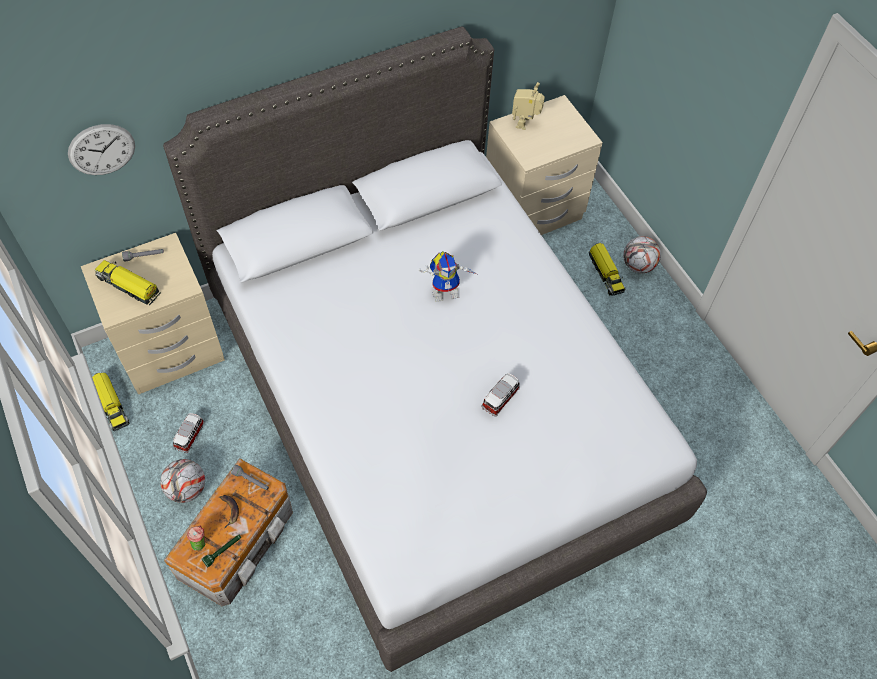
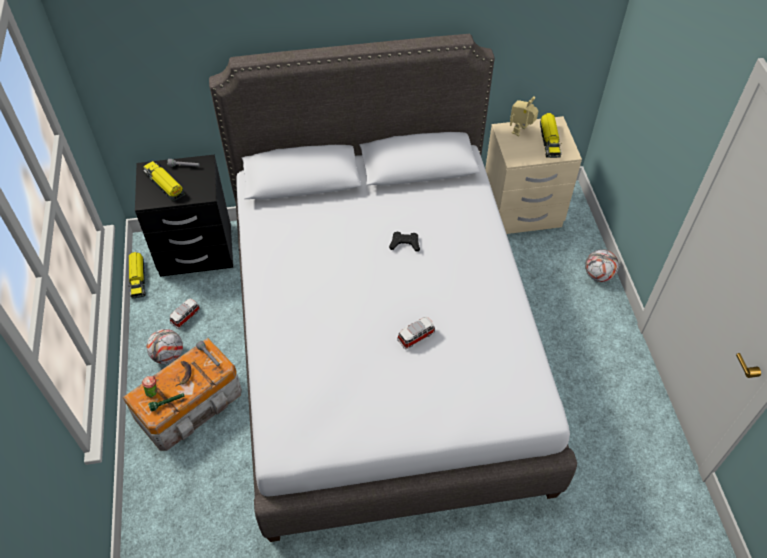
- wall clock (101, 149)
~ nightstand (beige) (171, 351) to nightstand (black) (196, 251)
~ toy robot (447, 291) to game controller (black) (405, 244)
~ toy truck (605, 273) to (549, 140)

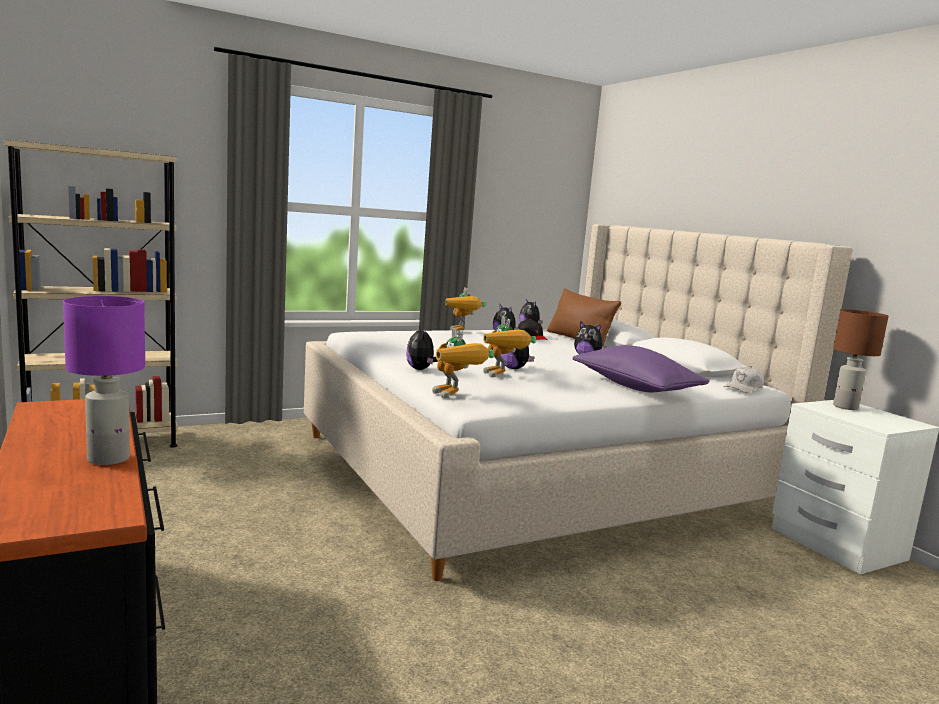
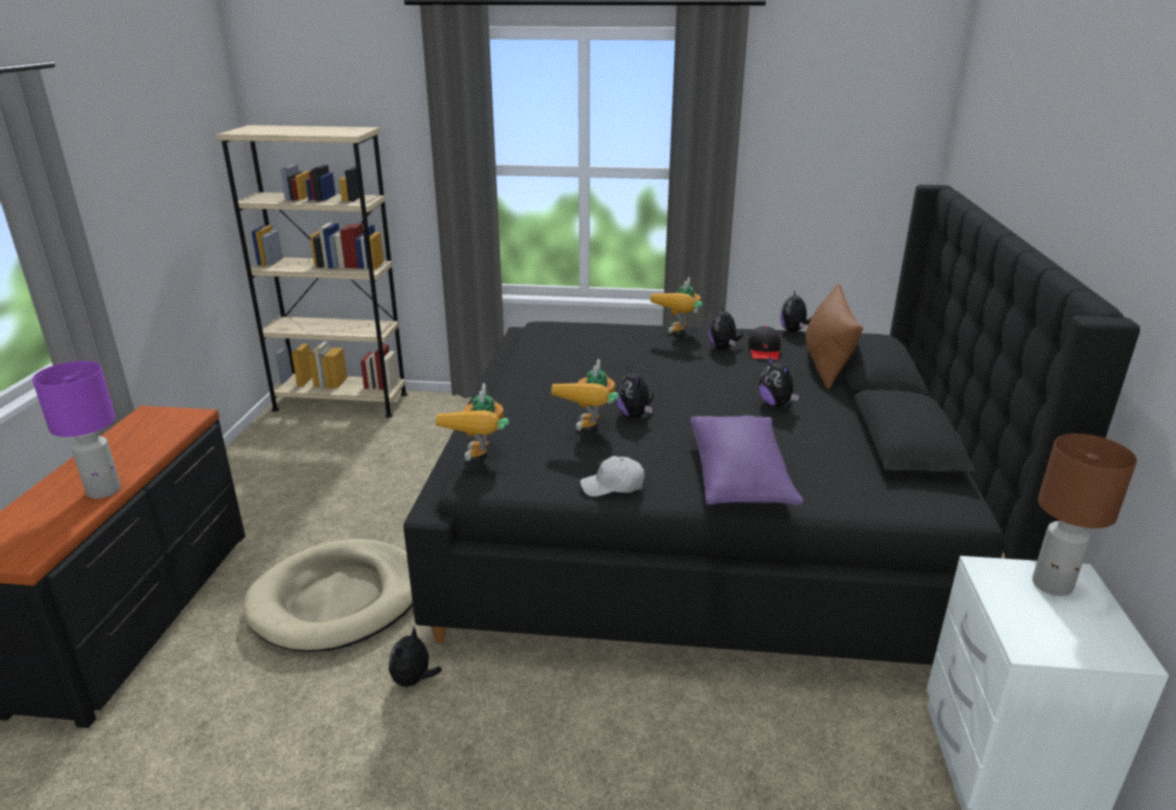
~ bed (beige) (537, 471) to bed (black) (707, 527)
~ plush toy (421, 369) to (413, 681)
~ cap (white) (743, 388) to (613, 486)
+ dog bed (beige) (338, 600)

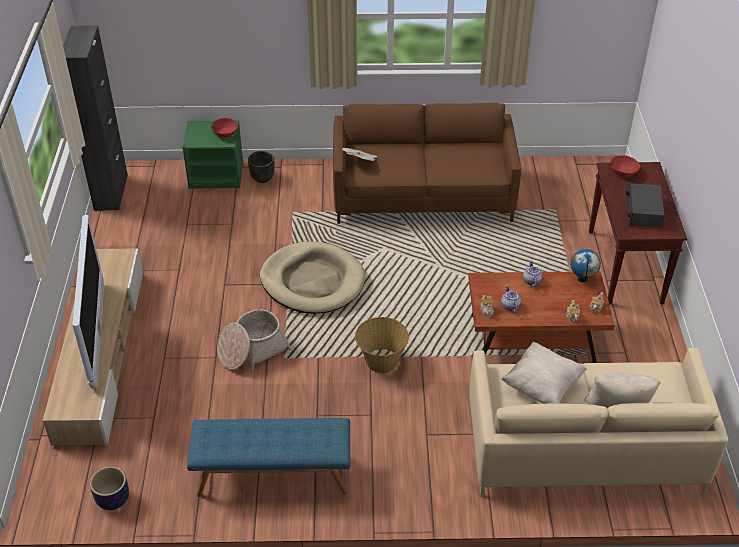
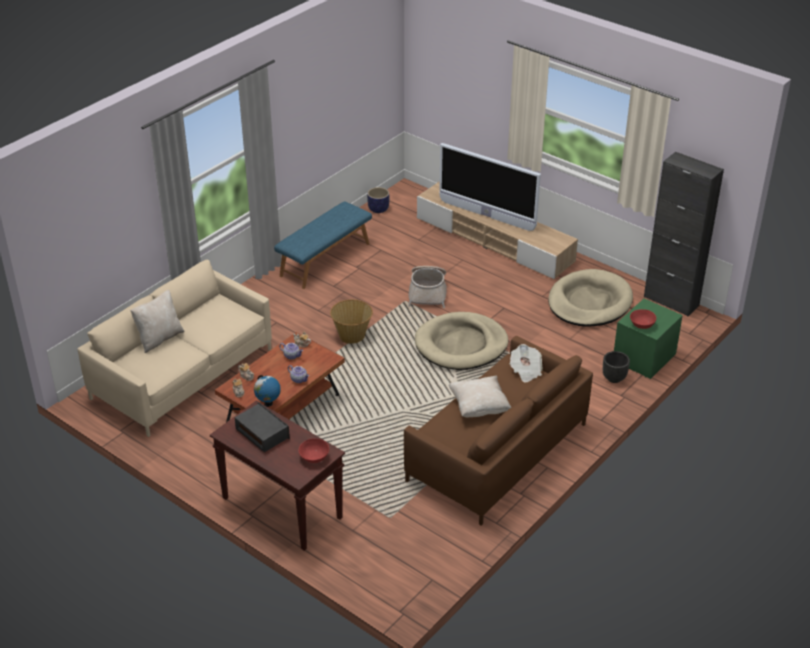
~ pillow (beige) (542, 386) to (479, 407)
+ dog bed (beige) (589, 302)

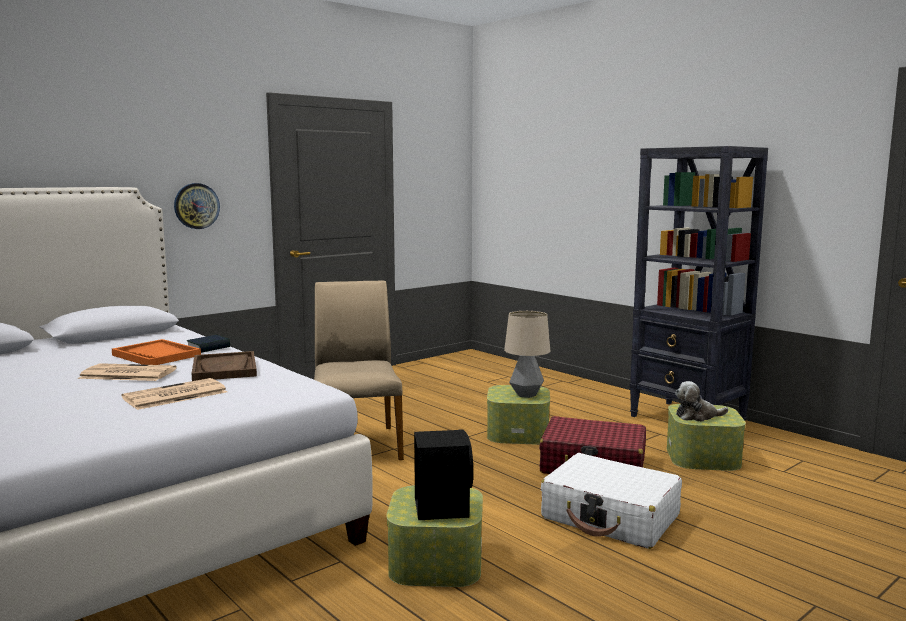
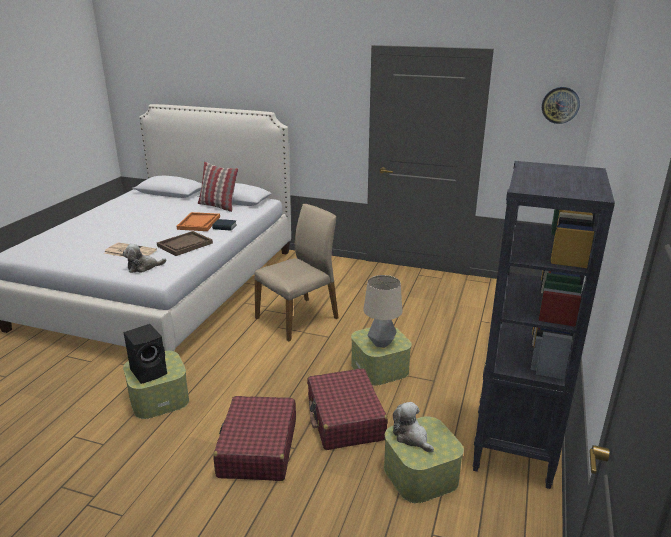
- newspaper (126, 374)
~ wall clock (196, 206) to (560, 105)
~ suitcase (white) (611, 517) to suitcase (red) (257, 448)
+ plush toy (143, 267)
+ pillow (218, 206)

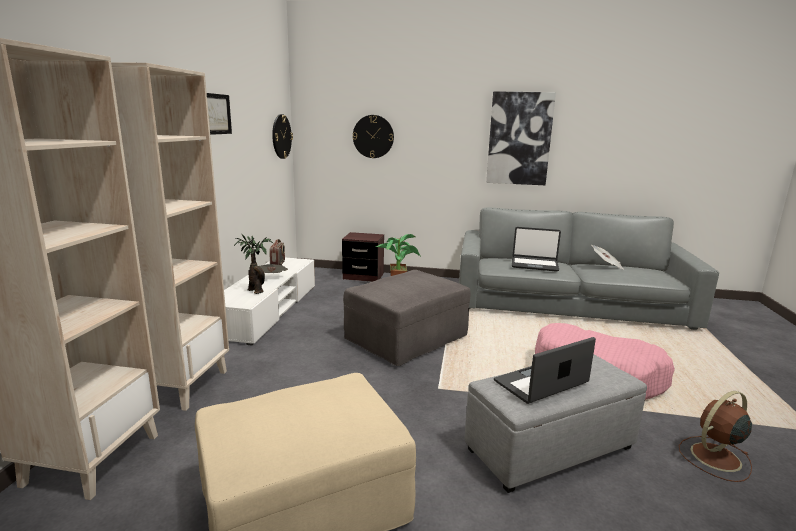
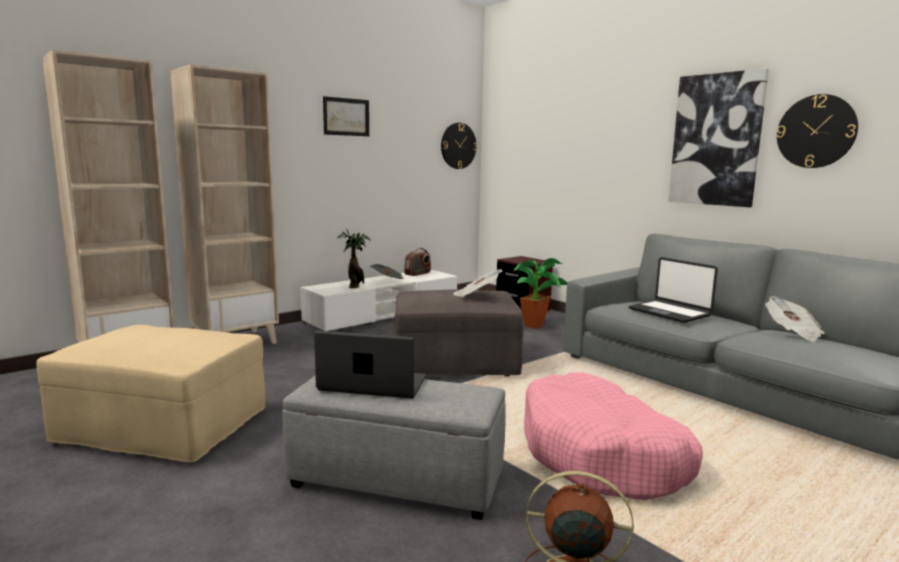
~ wall clock (373, 136) to (816, 131)
+ newspaper (476, 296)

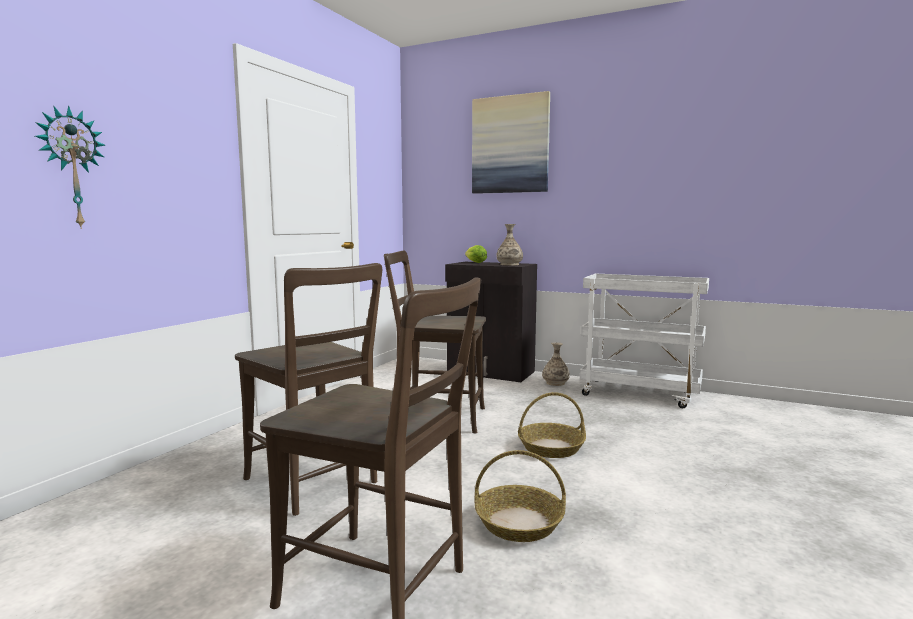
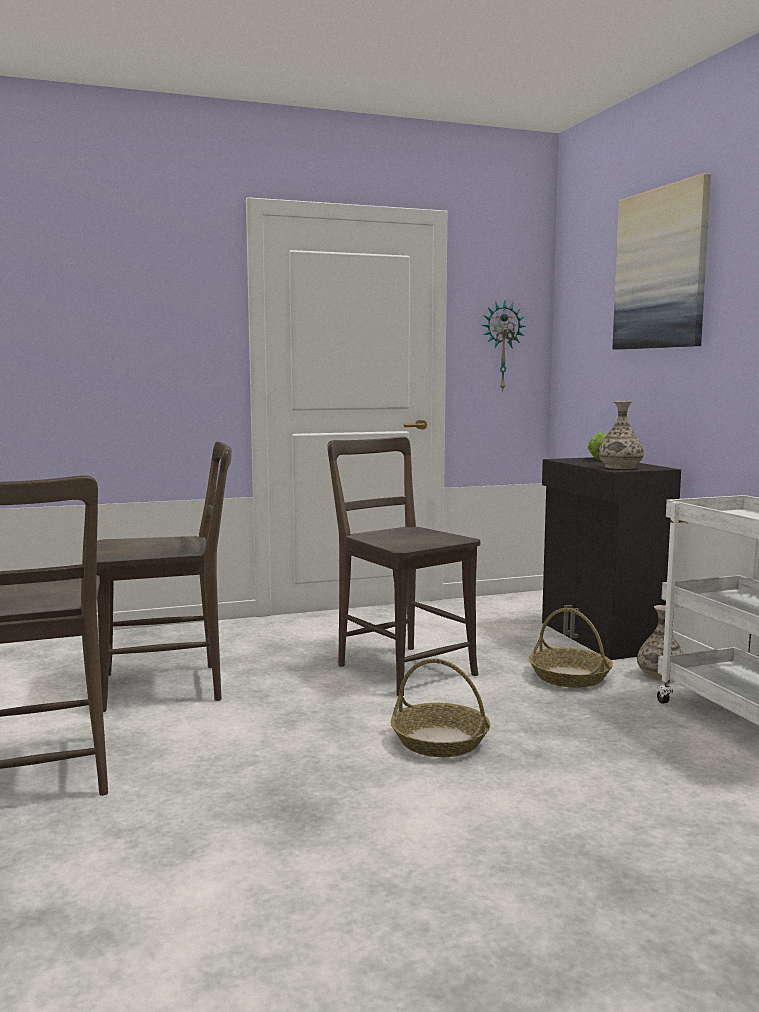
~ wall clock (71, 168) to (501, 346)
~ chair (brown) (314, 483) = (170, 687) 105 degrees counterclockwise
~ basket (519, 523) to (570, 677)

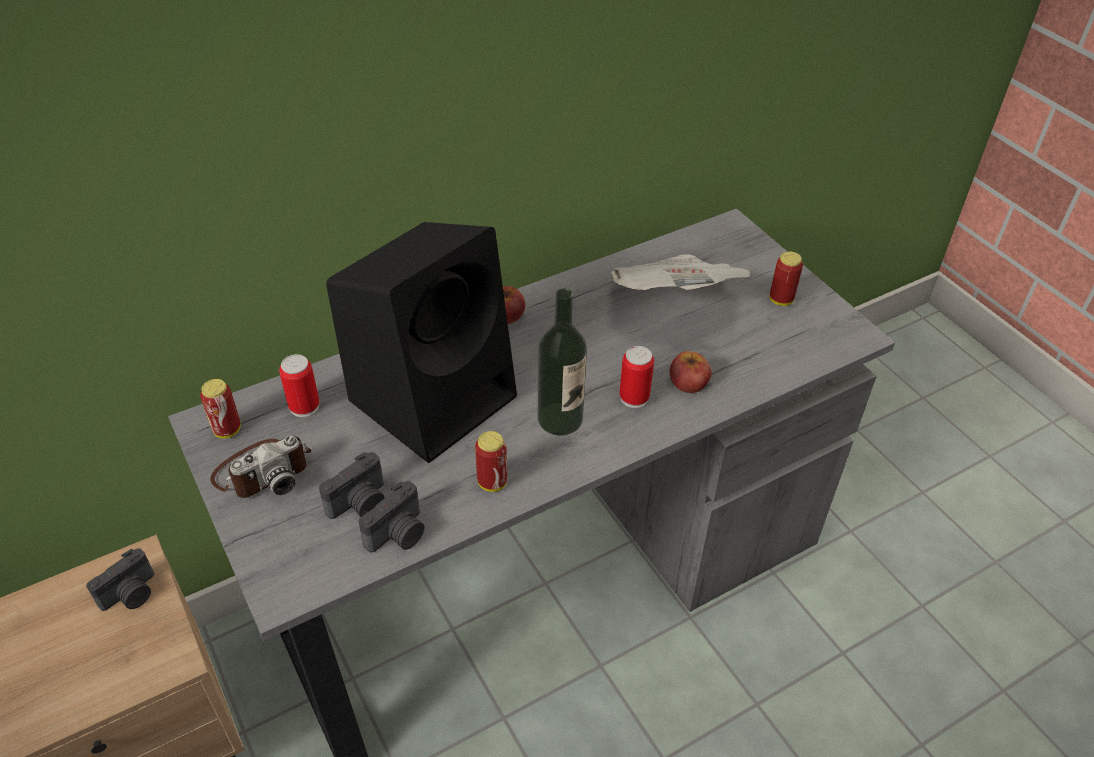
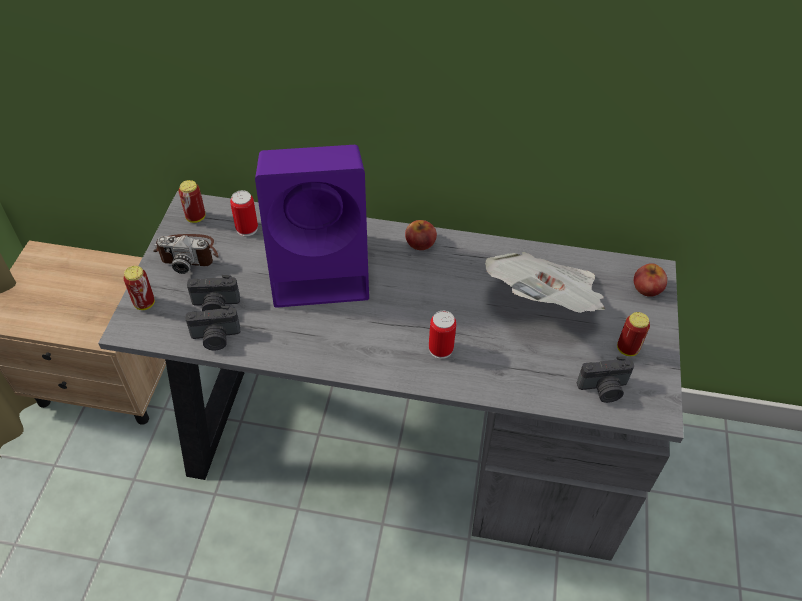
~ photo camera (131, 594) to (604, 389)
~ speaker (black) (435, 395) to speaker (purple) (322, 268)
~ can (492, 482) to (144, 303)
- bottle (560, 419)
~ apple (688, 382) to (647, 287)

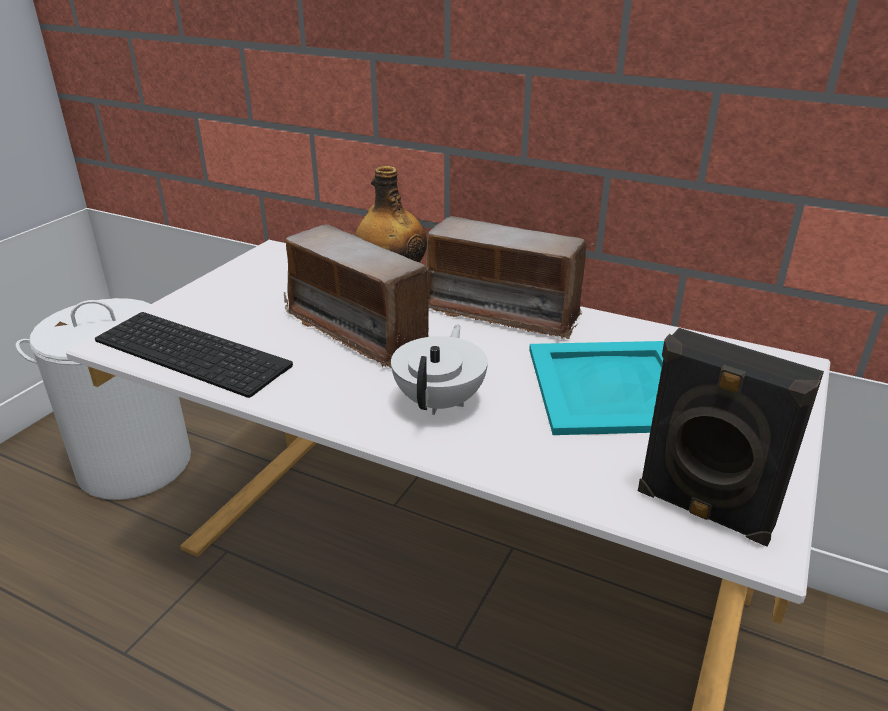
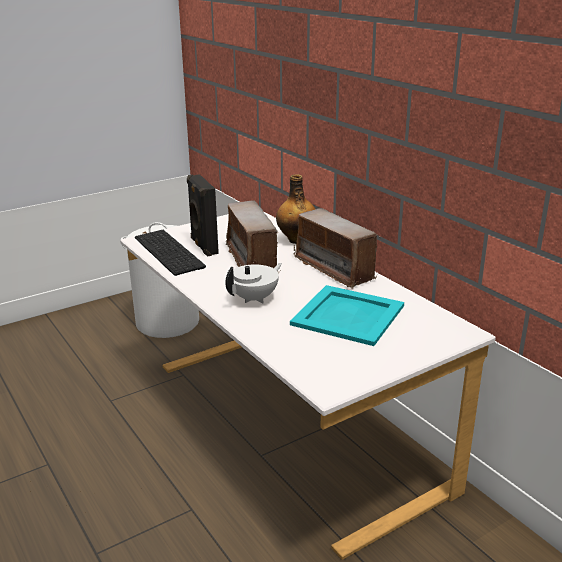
~ speaker (black) (702, 512) to (203, 246)

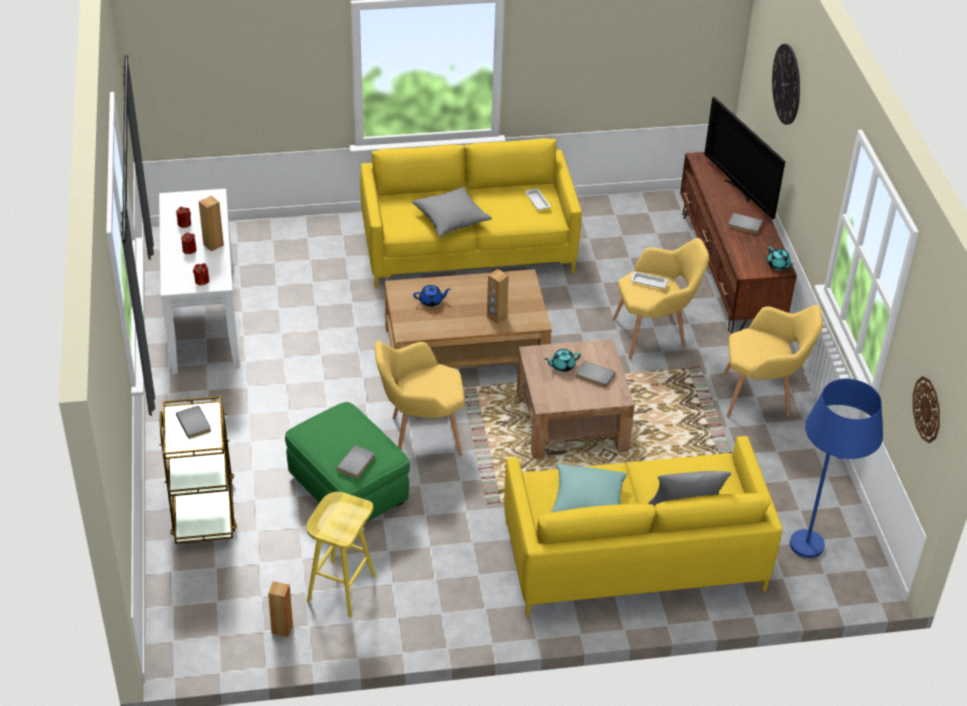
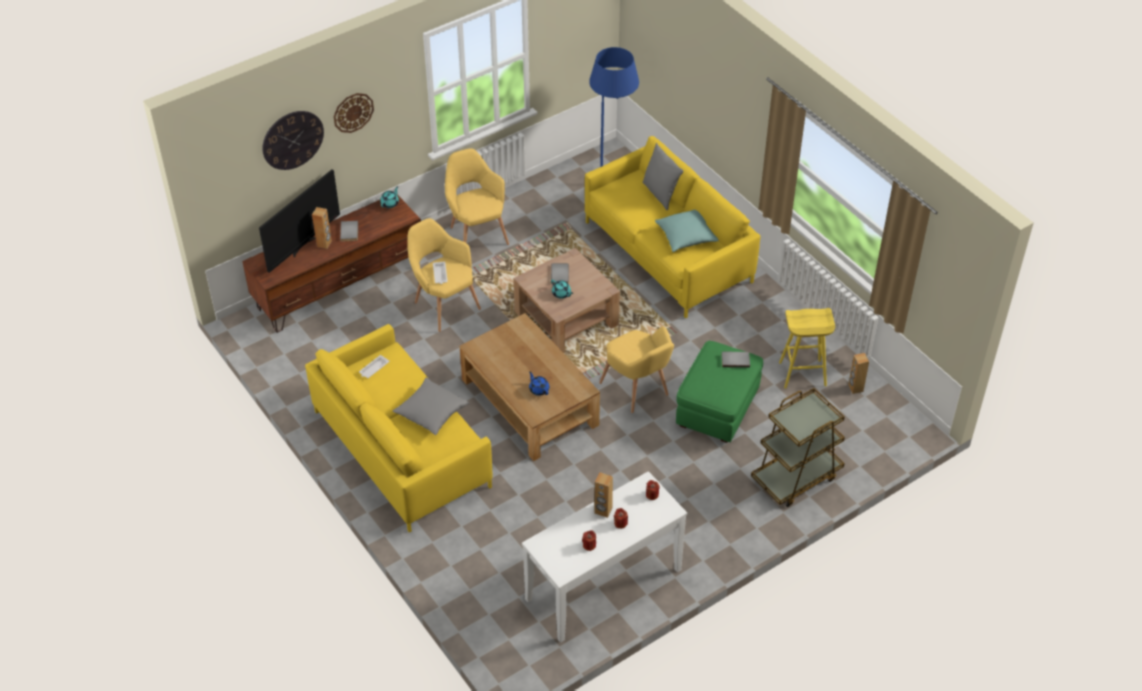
- book (grey) (195, 423)
~ speaker (brown) (496, 317) to (324, 243)
~ wall clock (927, 409) to (353, 112)

